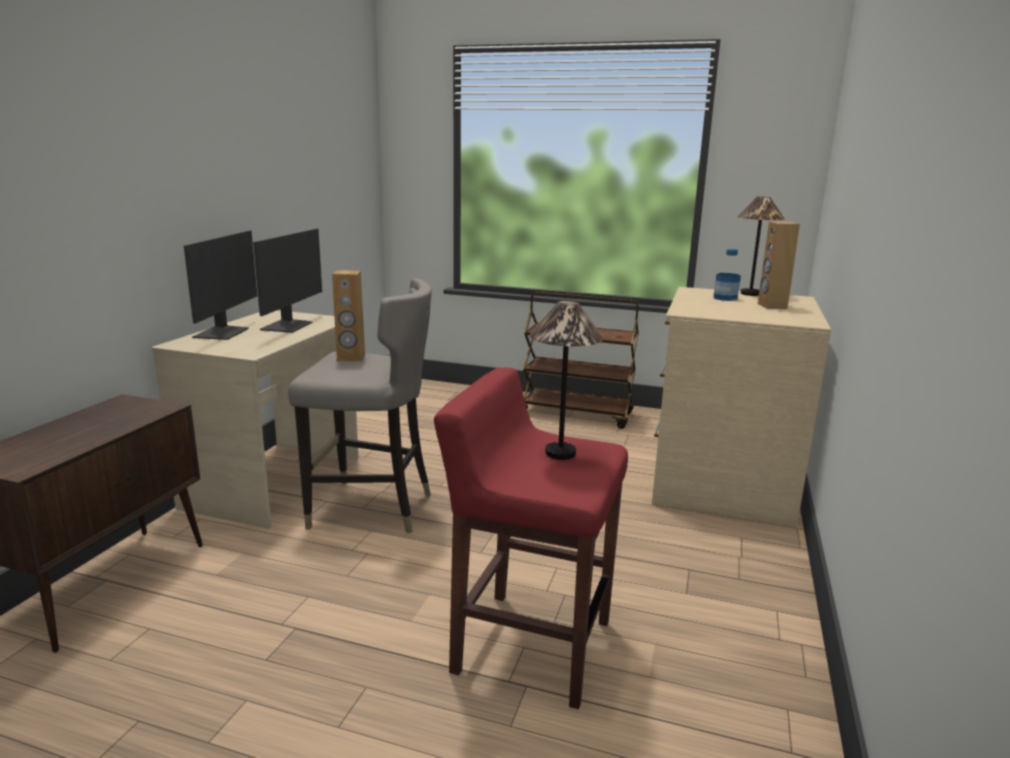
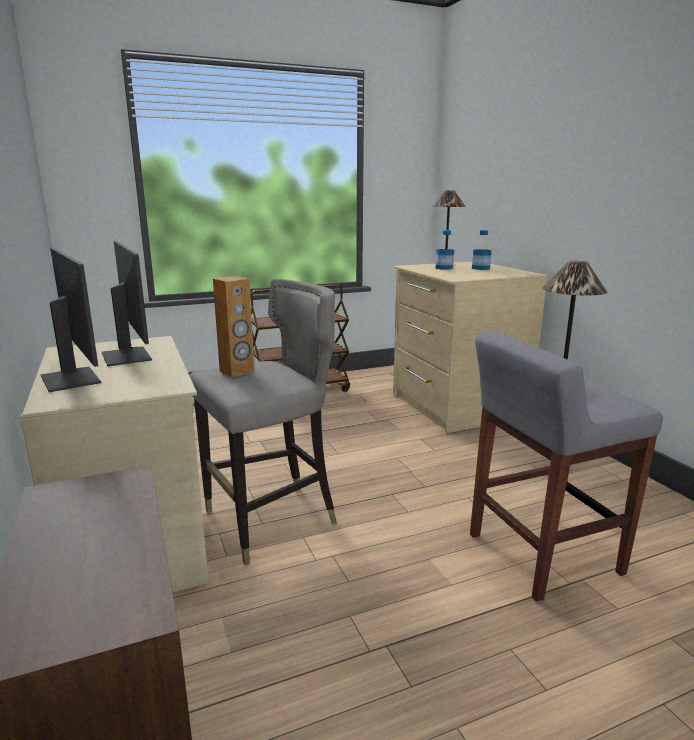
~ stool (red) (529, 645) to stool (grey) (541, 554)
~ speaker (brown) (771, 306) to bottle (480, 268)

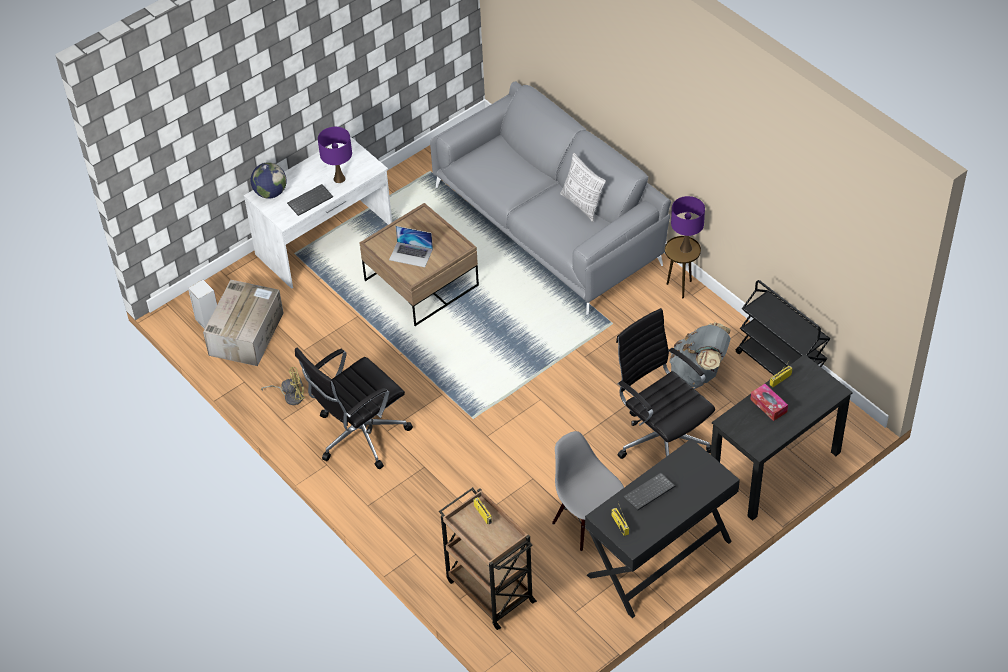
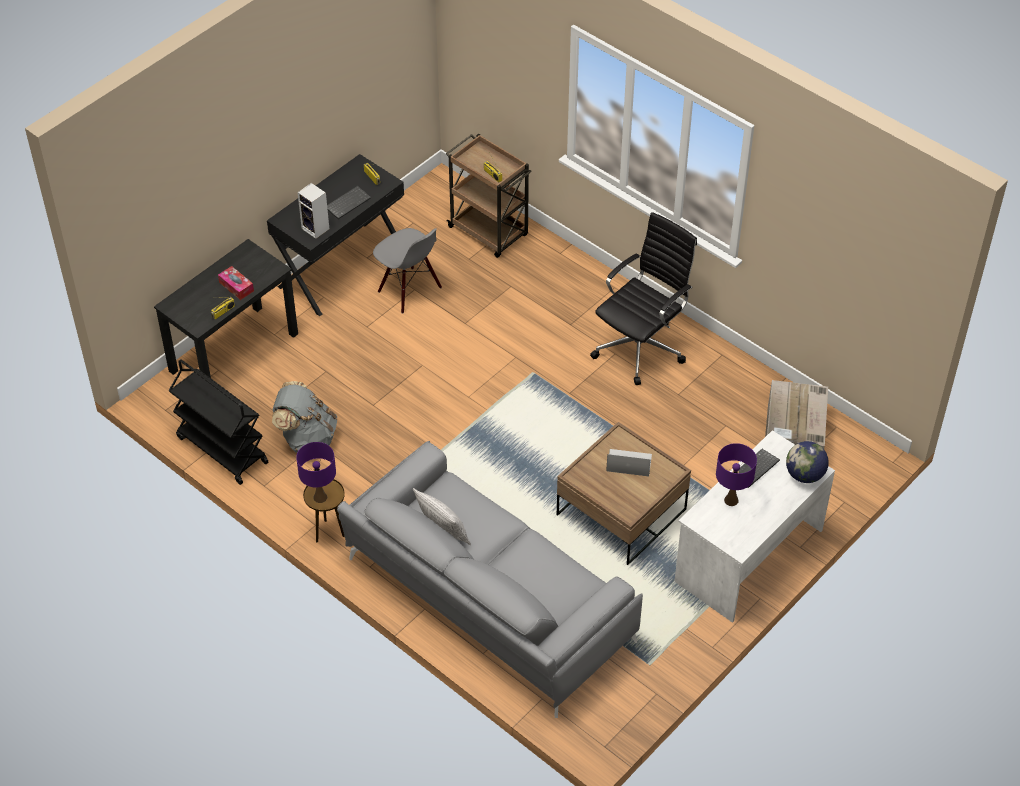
~ speaker (207, 320) to (316, 229)
- fan (yellow) (290, 396)
- office chair (black) (662, 439)

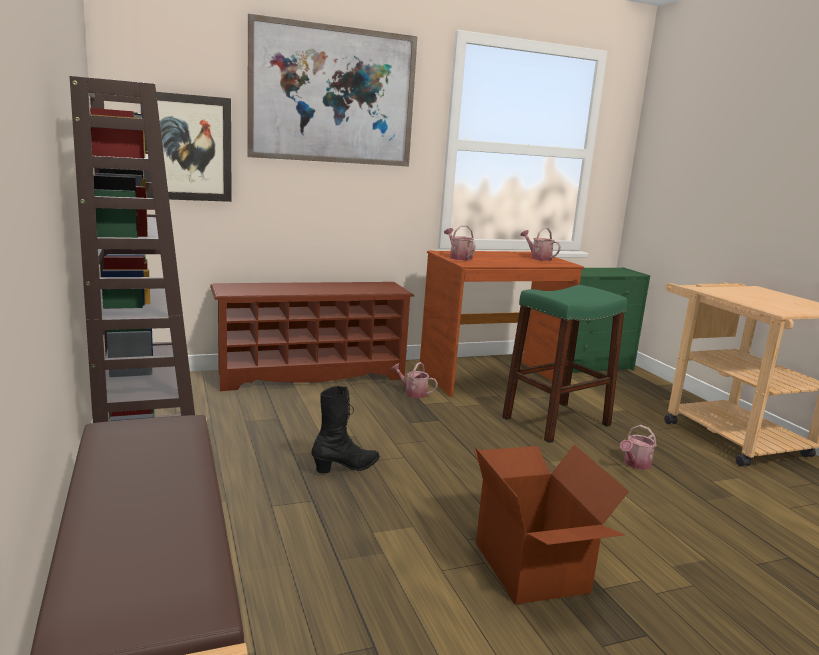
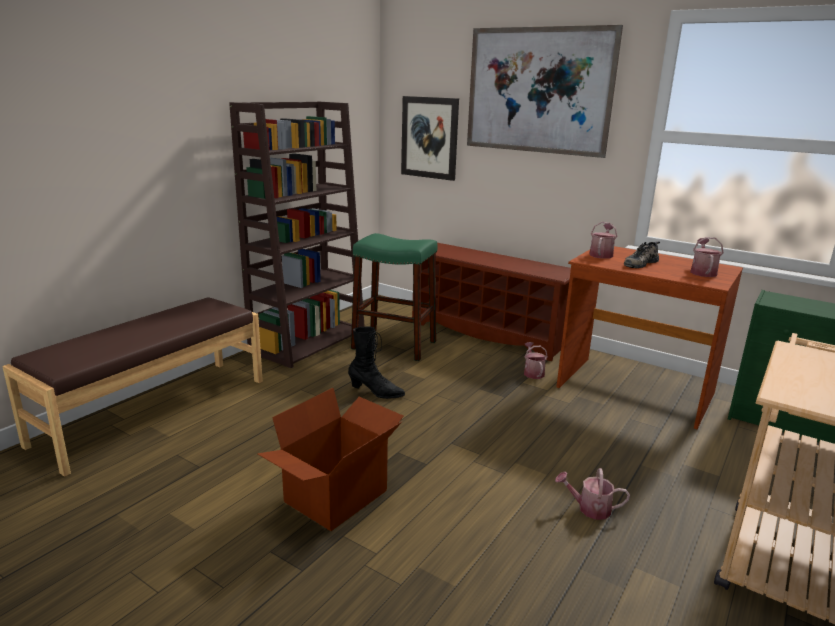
~ stool (green) (556, 421) to (394, 345)
+ shoe (640, 263)

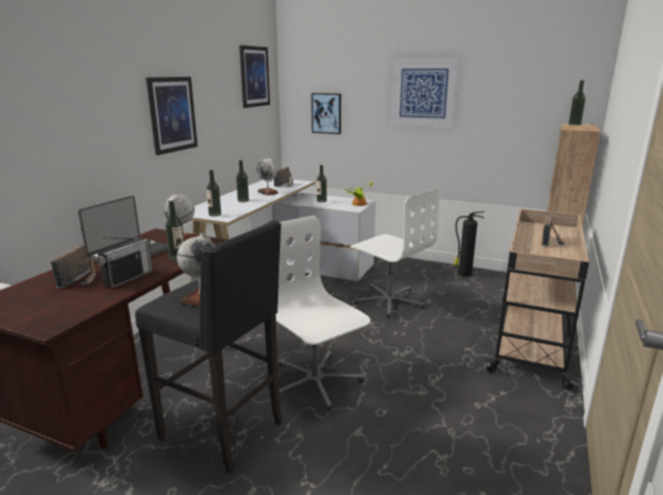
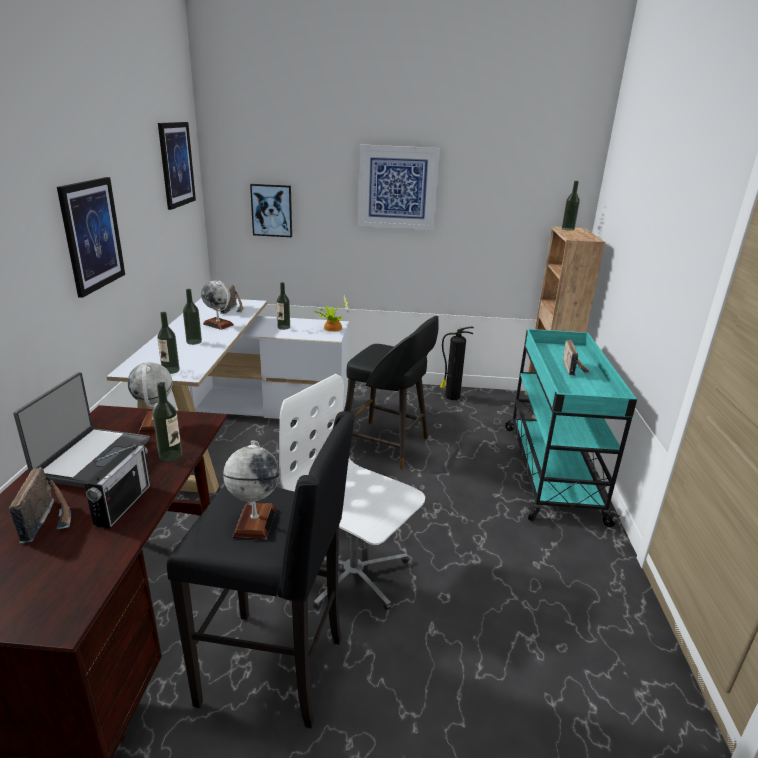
~ office chair (white) (389, 301) to stool (black) (387, 445)
~ cart (beige) (531, 338) to cart (turquoise) (551, 470)

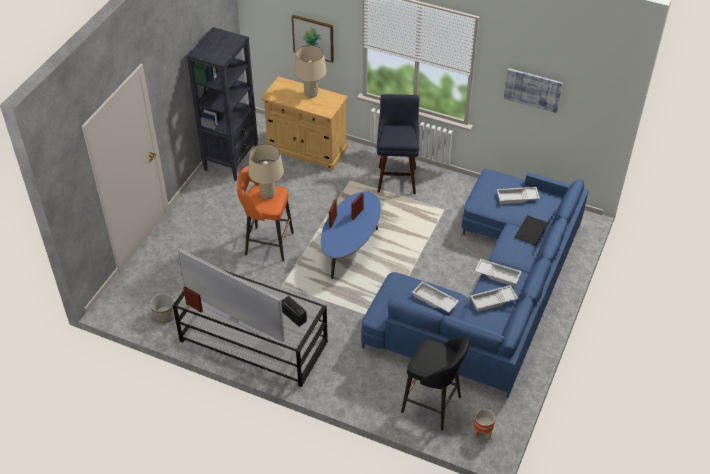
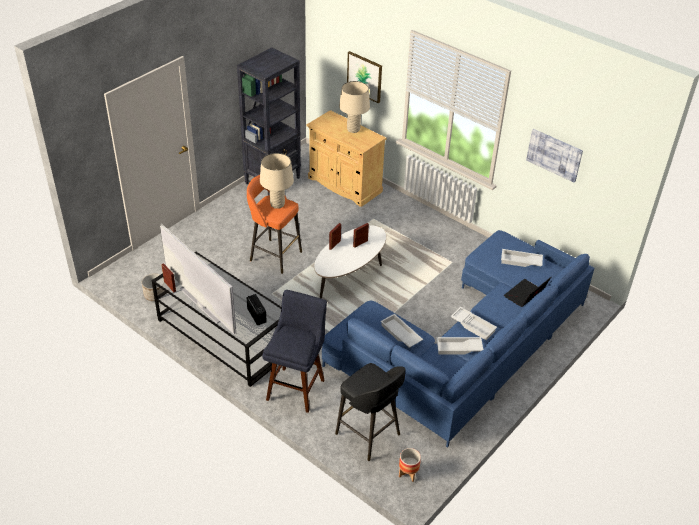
~ coffee table (blue) (351, 247) to coffee table (white) (350, 275)
~ stool (blue) (397, 177) to (297, 386)

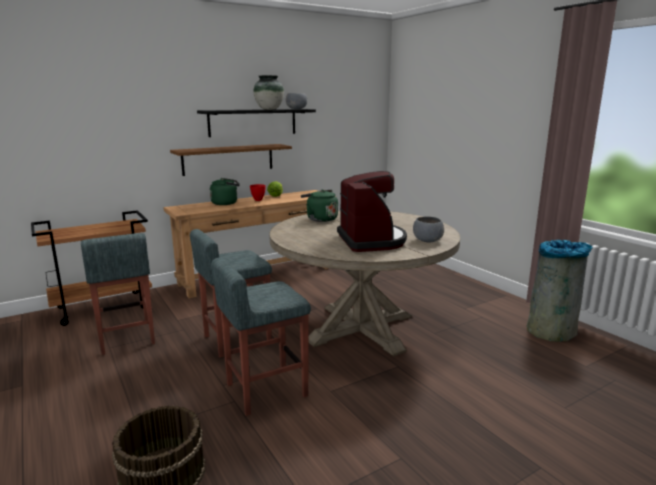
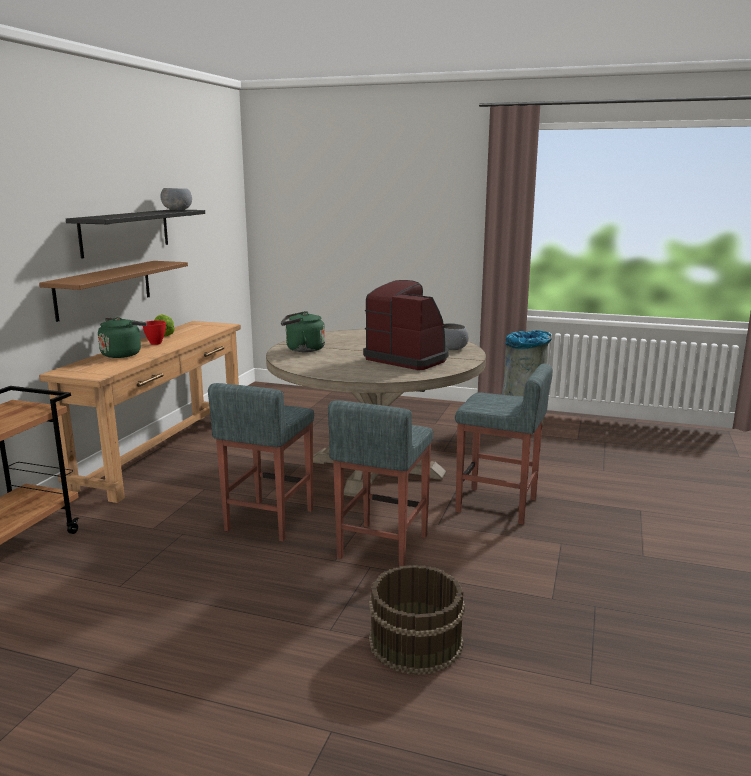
~ stool (grey) (126, 338) to (498, 505)
- vase (269, 109)

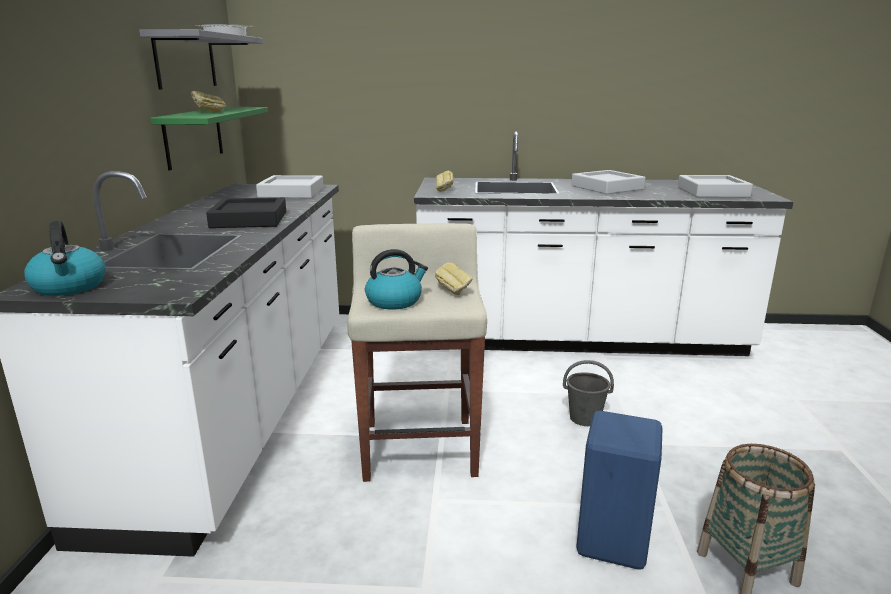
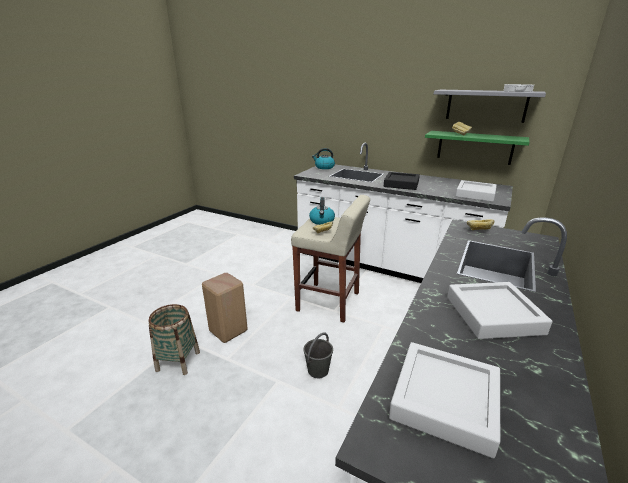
~ stool (blue) (614, 541) to stool (beige) (228, 331)

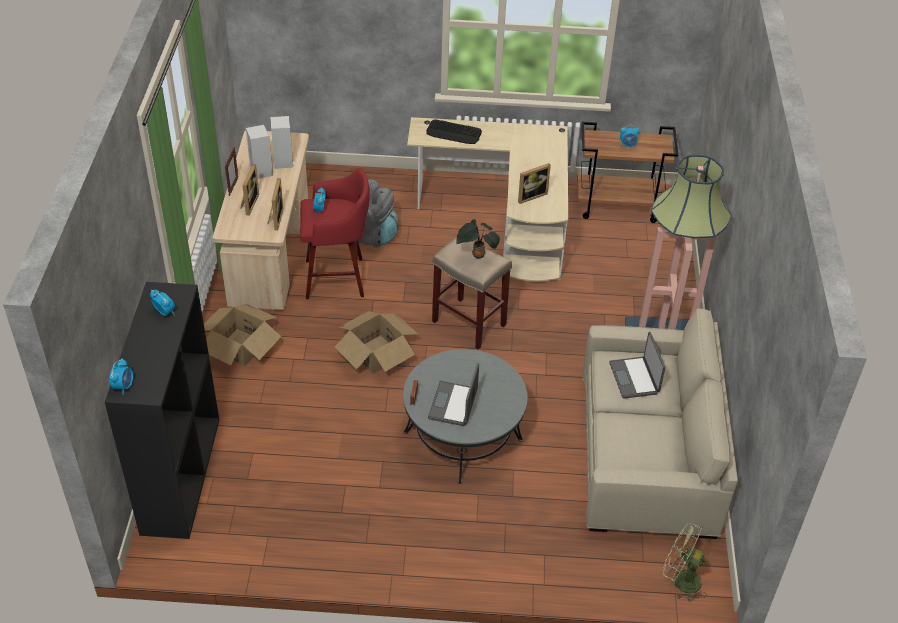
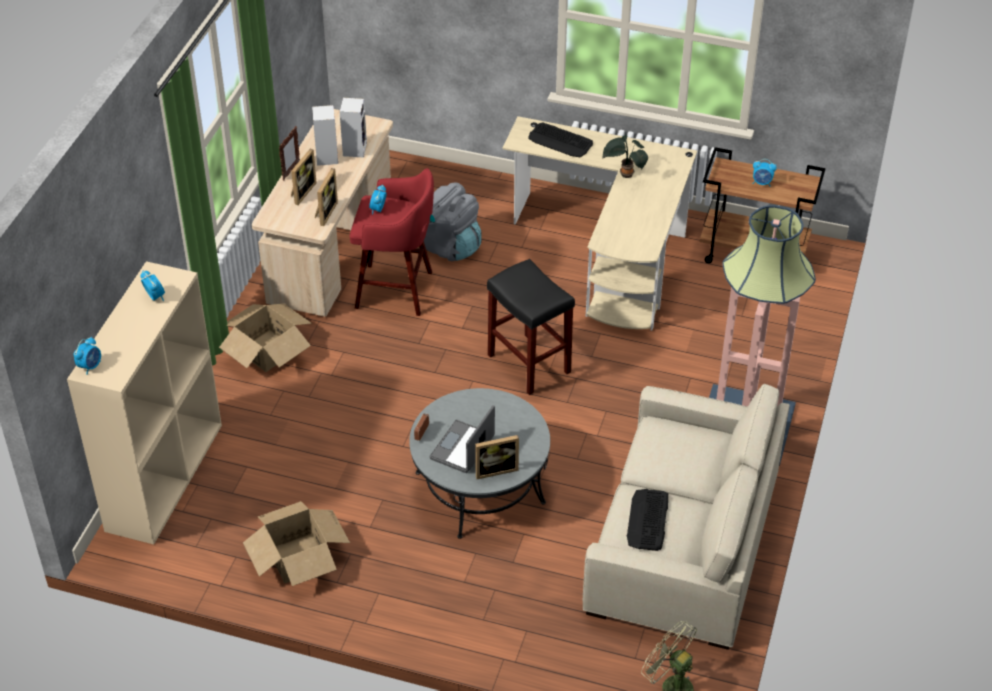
~ bookcase (black) (180, 474) to bookcase (beige) (164, 476)
~ cardboard box (376, 353) to (298, 557)
~ stool (beige) (468, 323) to stool (black) (528, 363)
~ potted plant (477, 255) to (625, 175)
~ picture frame (530, 195) to (495, 469)
- laptop (635, 378)
+ keyboard (648, 520)

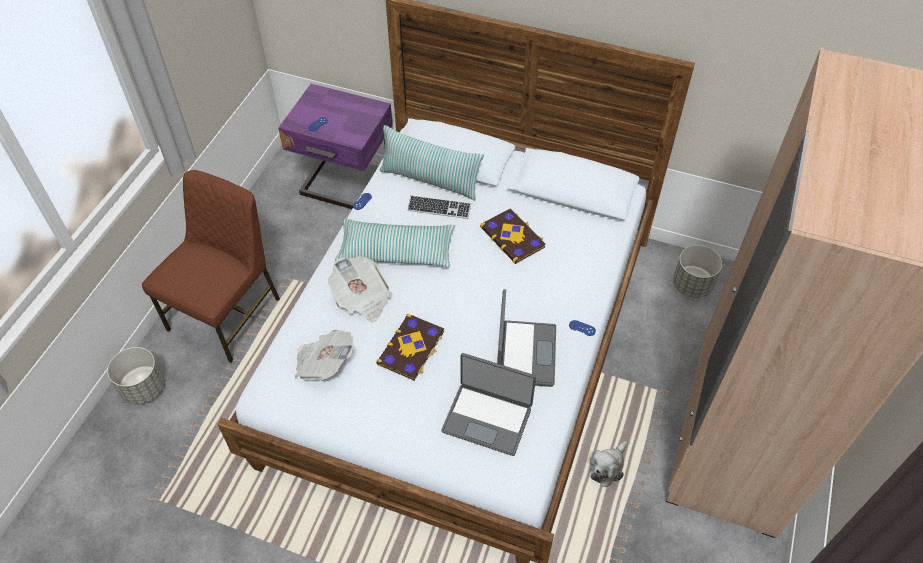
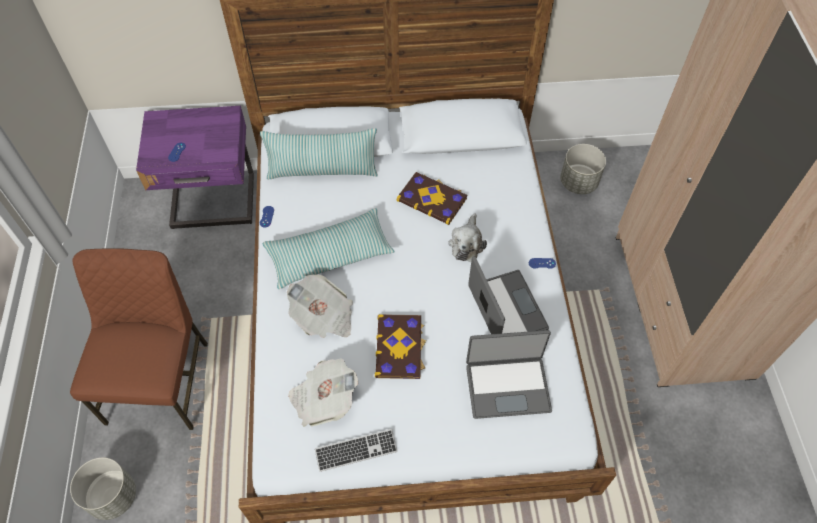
~ keyboard (439, 208) to (356, 451)
~ plush toy (607, 467) to (467, 244)

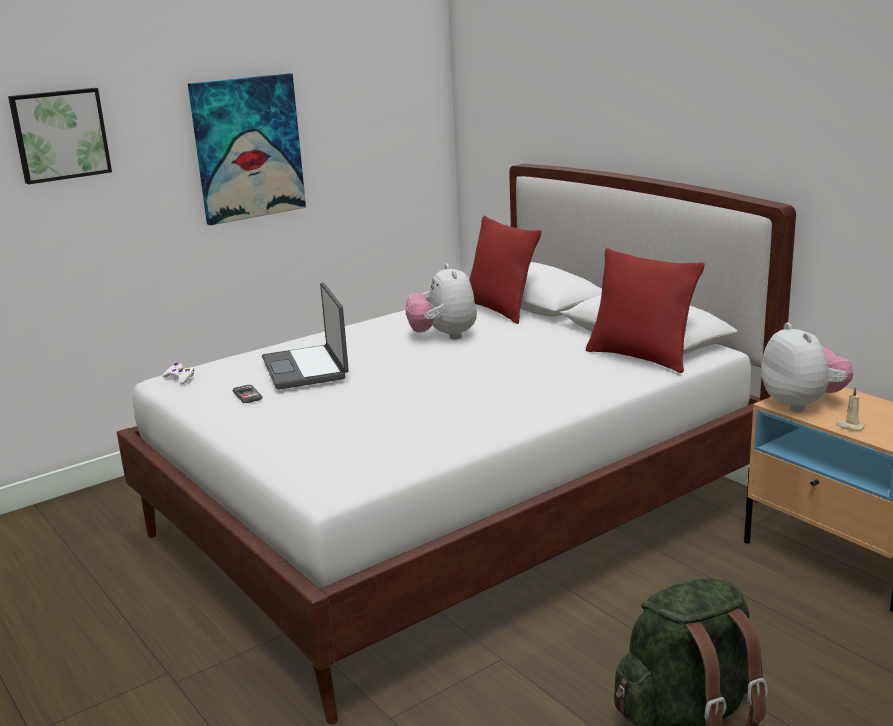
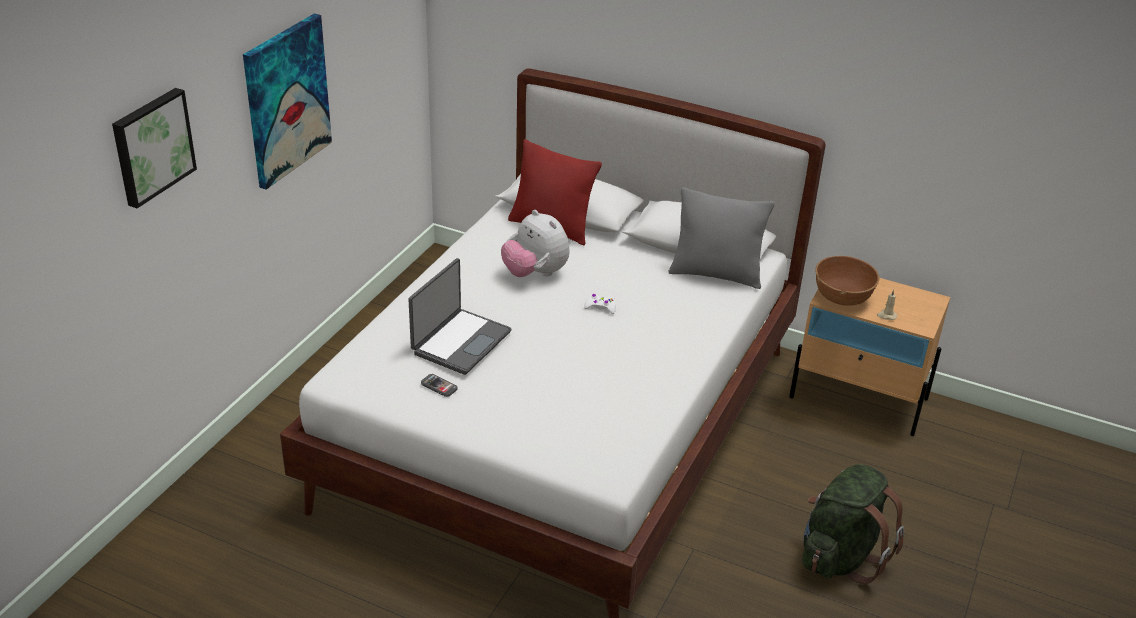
~ game controller (white) (180, 378) to (600, 307)
~ laptop (307, 368) = (460, 342) 105 degrees counterclockwise
~ pillow (red) (640, 357) to pillow (grey) (716, 274)
~ plush toy (802, 404) to bowl (brown) (842, 297)

